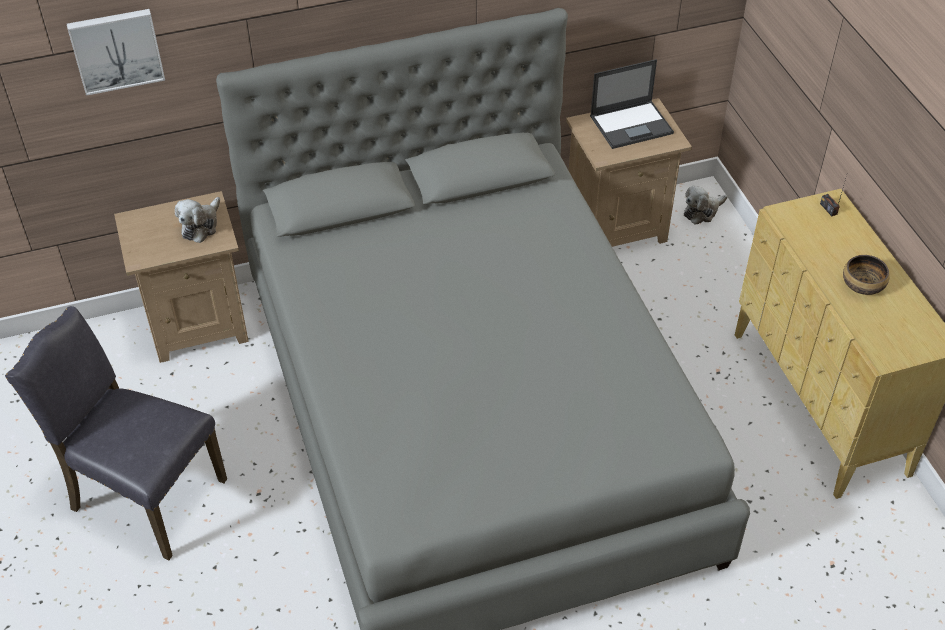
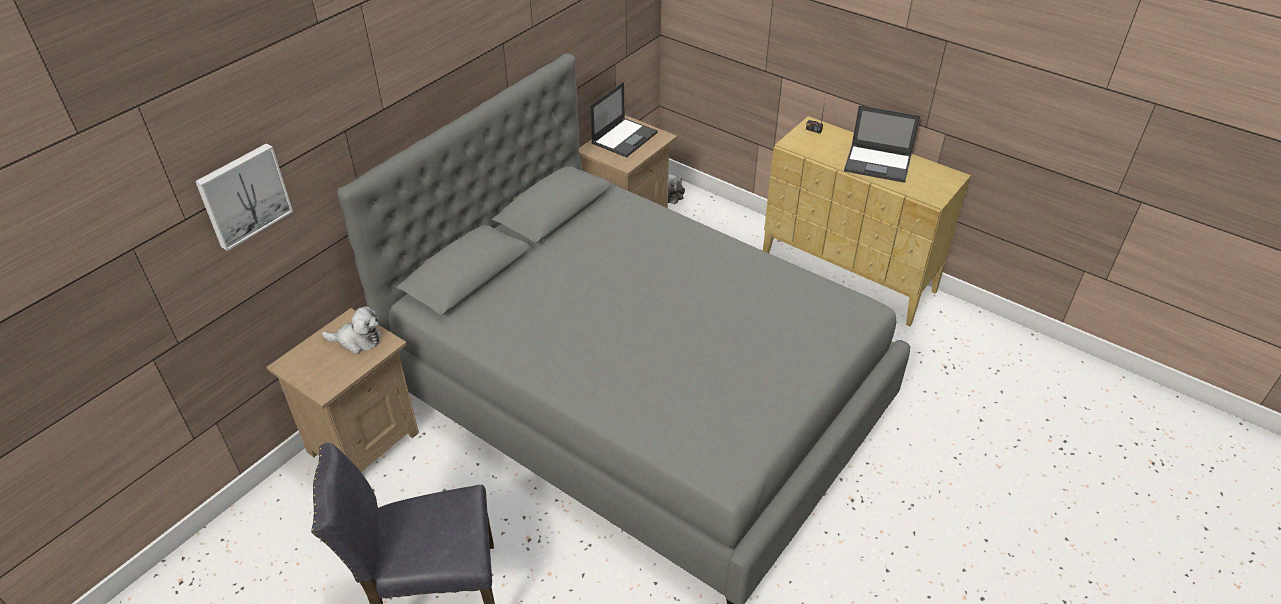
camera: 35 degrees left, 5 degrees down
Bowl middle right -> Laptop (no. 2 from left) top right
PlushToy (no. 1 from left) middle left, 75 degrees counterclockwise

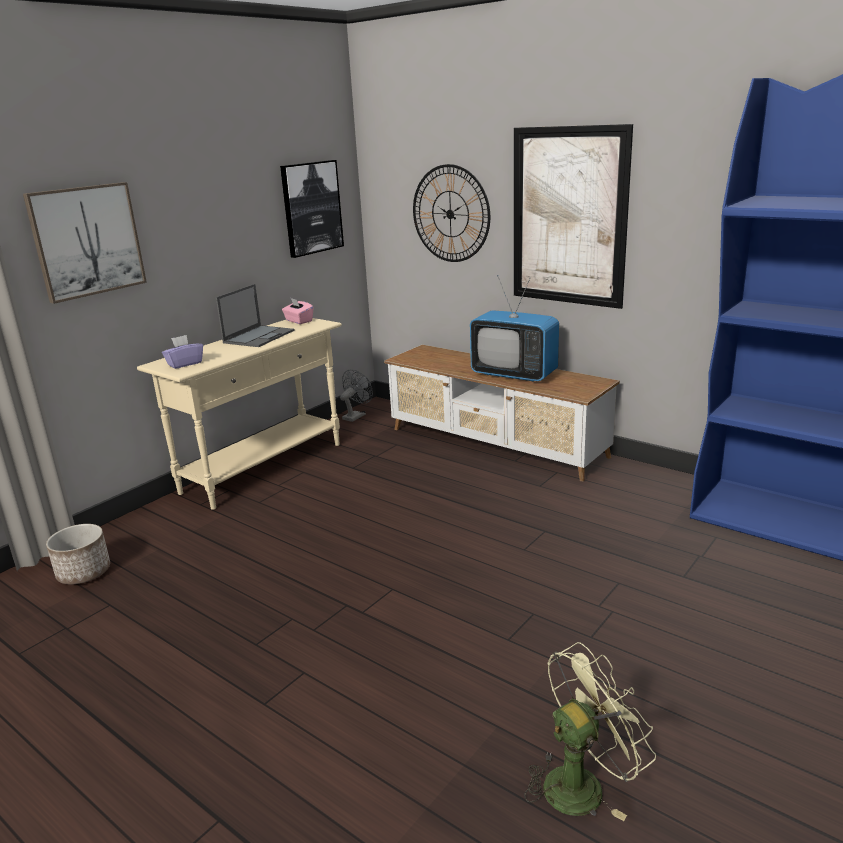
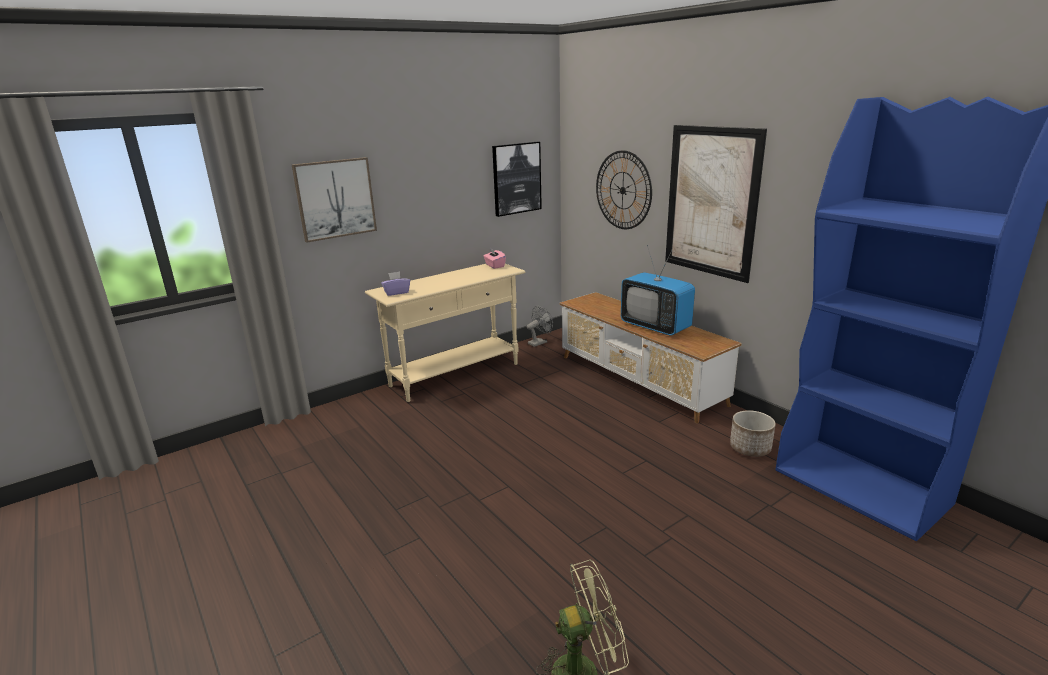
camera: 15 degrees right, 0 degrees up
Laptop middle left -> none
Planter middle left -> Planter middle right, relocated

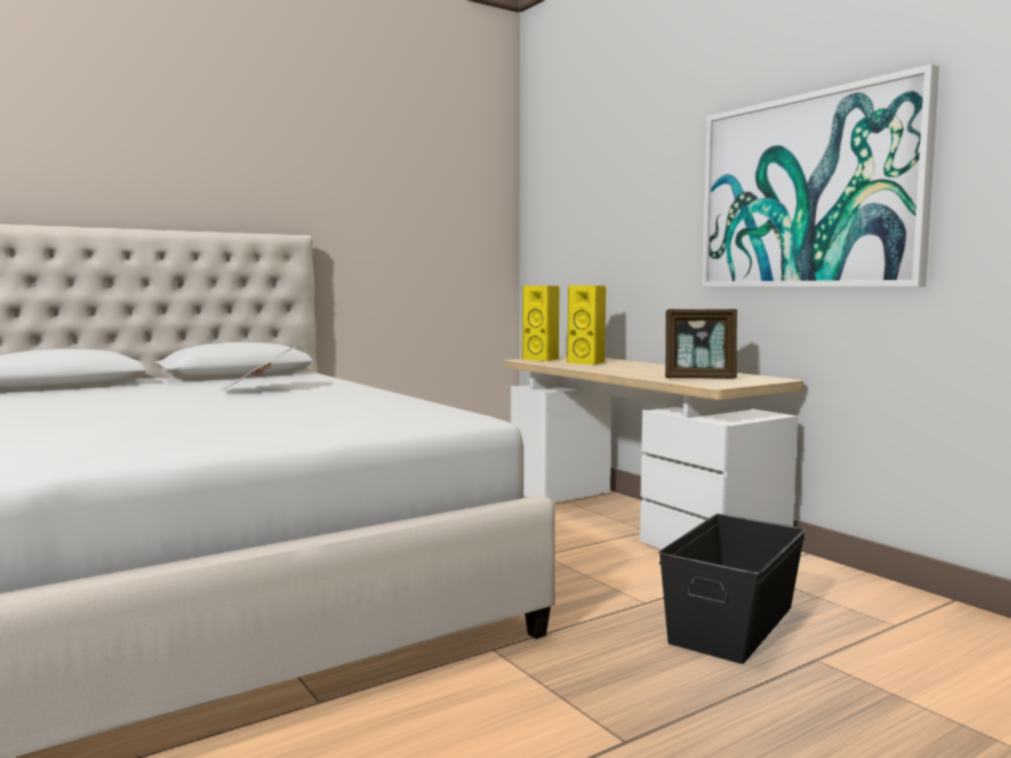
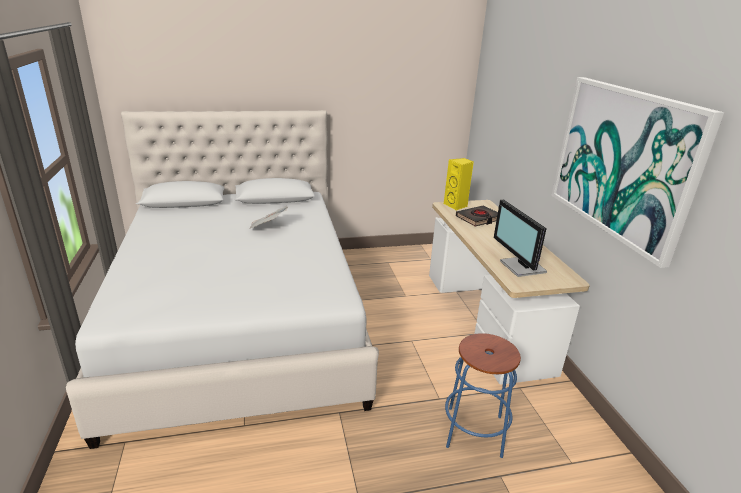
camera: 20 degrees right, 20 degrees up
YellowSpeaker (no. 2 from left) centre -> BlackBook centre
BlackStorageBox bottom right -> BlueStool bottom centre
PictureFrame middle right -> Monitor middle right

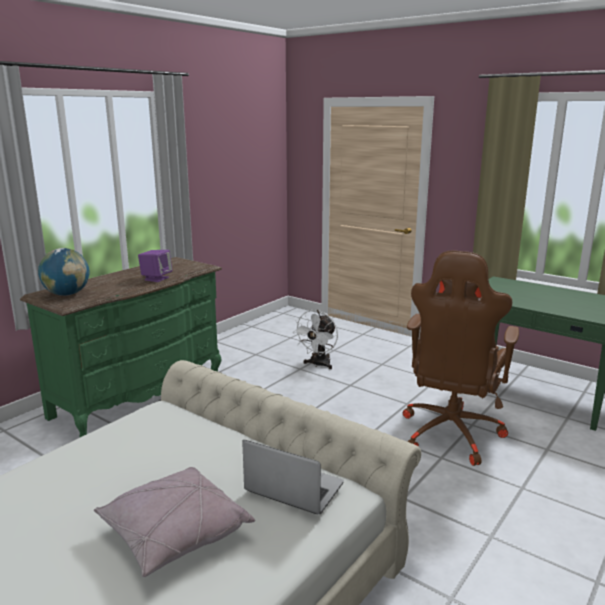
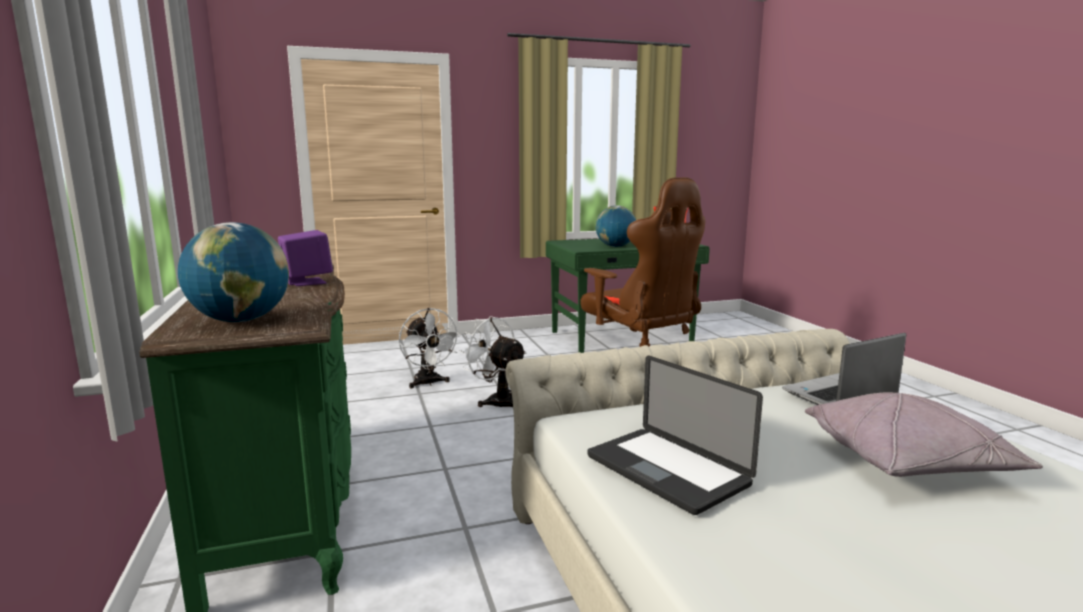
camera: 55 degrees left, 5 degrees down
none -> WhiteFan (no. 2 from left) centre
none -> Laptop (no. 1 from left) bottom centre
none -> Globe (no. 2 from left) centre

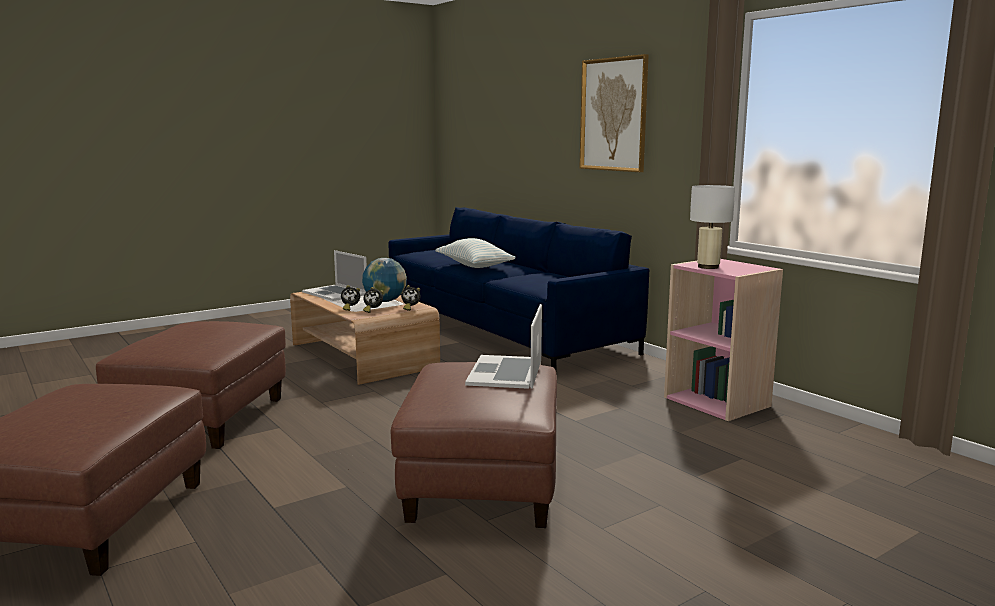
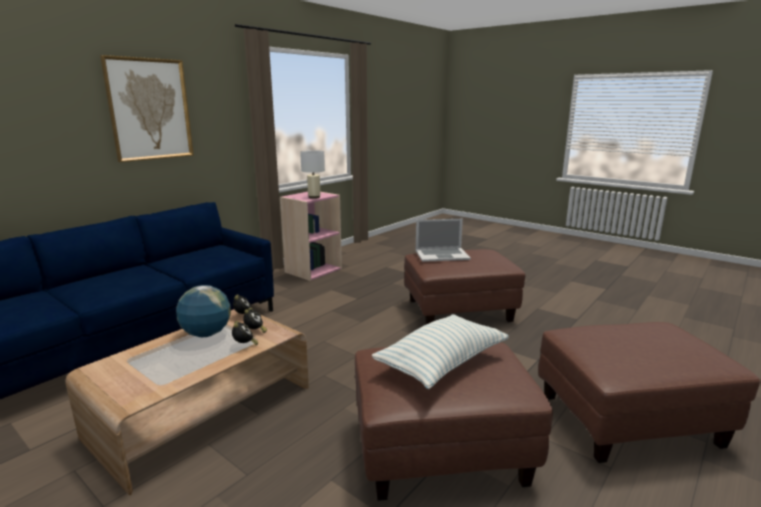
camera: 105 degrees left, 5 degrees up
Laptop (no. 1 from left) centre -> none
Pillow centre -> Pillow bottom centre, relocated

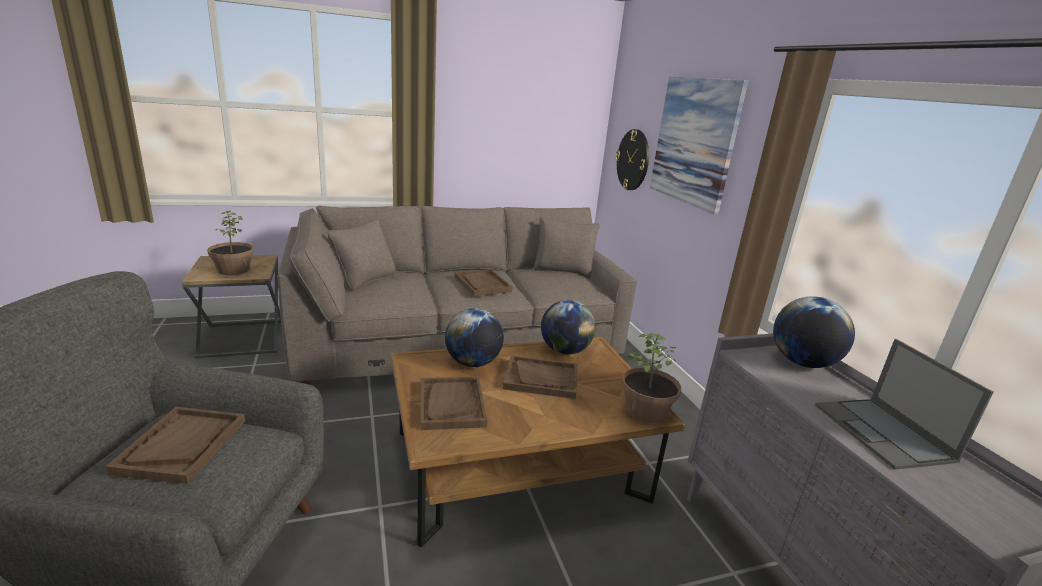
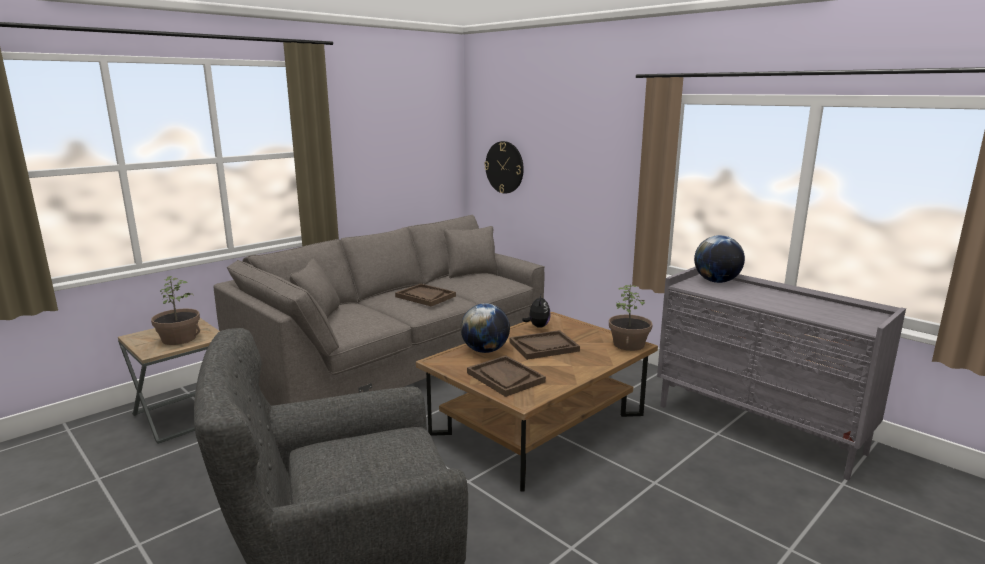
camera: 25 degrees left, 5 degrees down
BrownTray (no. 1 from left) bottom left -> none
Picture top right -> none
Laptop bottom right -> none
Globe (no. 2 from left) centre -> PlushToy centre

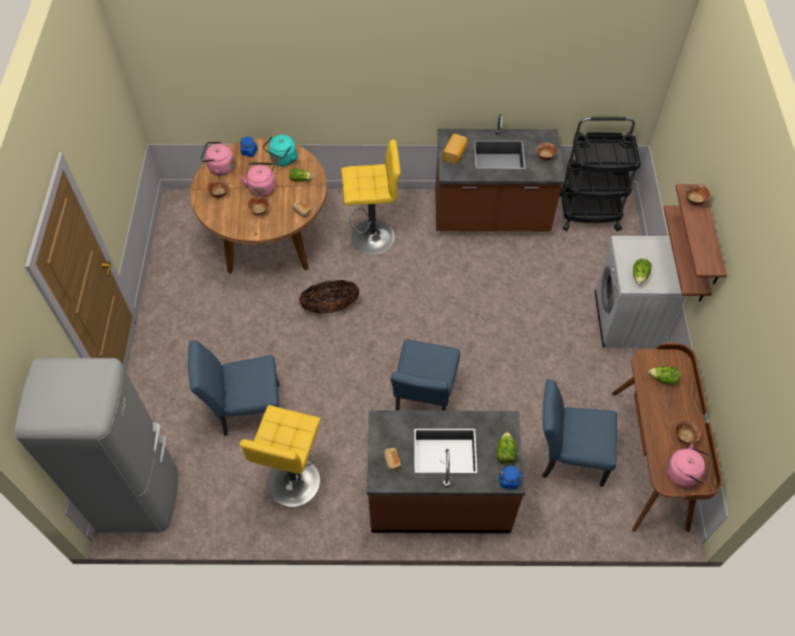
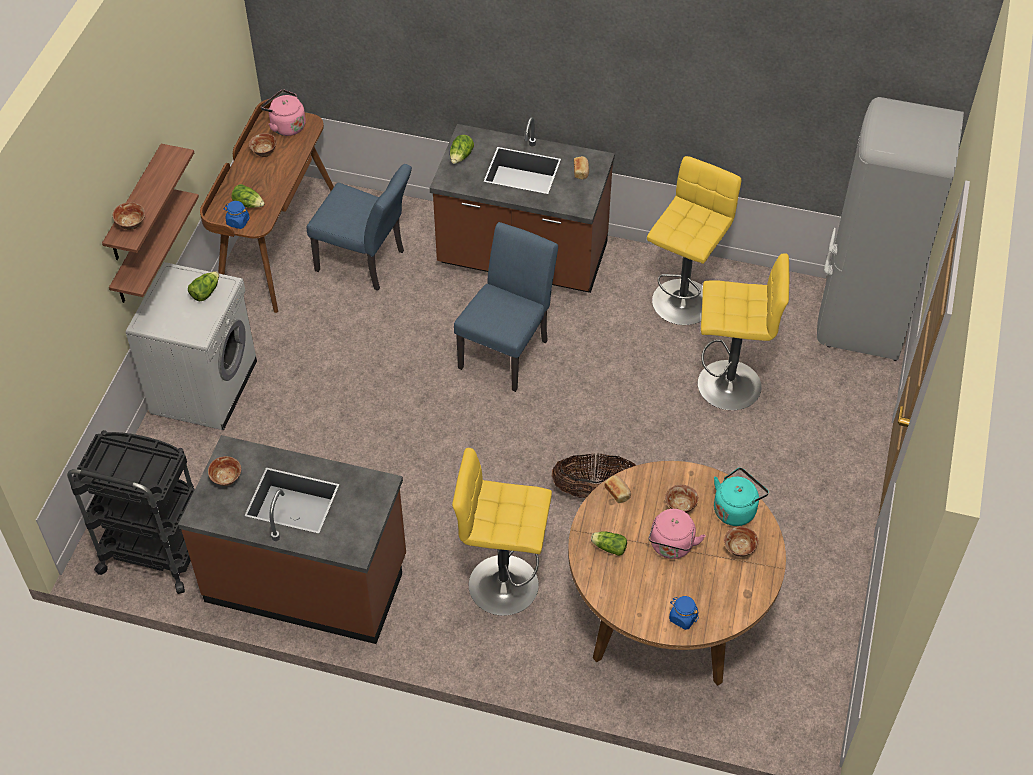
camera: 165 degrees left, 5 degrees down
PinkKettle (no. 1 from left) top left -> none
Bread (no. 3 from left) top centre -> none
TurquoiseKettle top centre -> TurquoiseKettle middle right, relocated
BlueJar (no. 2 from left in the first image) bottom centre -> BlueJar (no. 1 from left) top left, relocated
BlueChair (no. 1 from left) middle left -> YellowStool (no. 3 from left) middle right

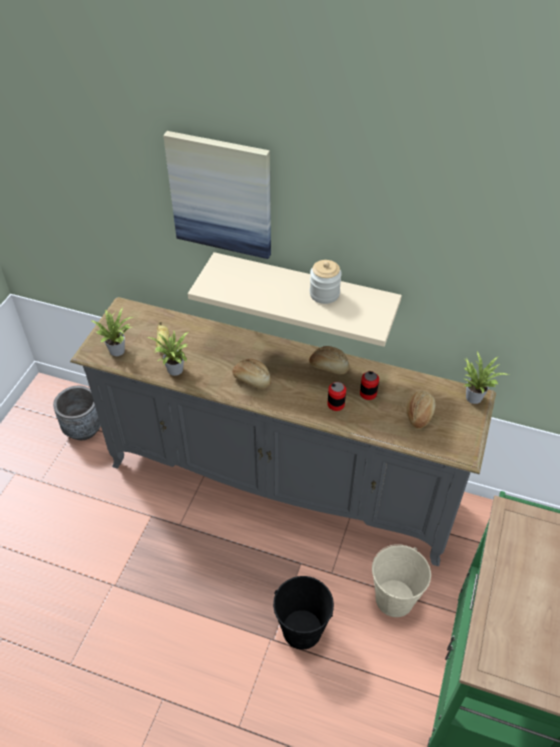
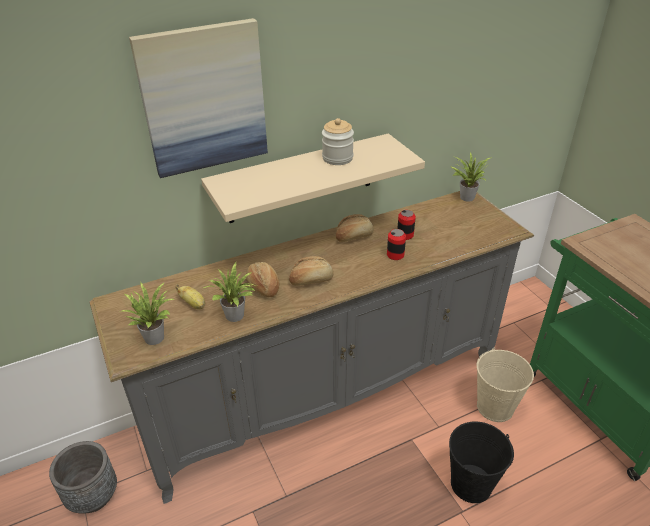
camera: 45 degrees left, 10 degrees down
Bread (no. 3 from left in the first image) middle right -> Bread (no. 1 from left) centre, relocated

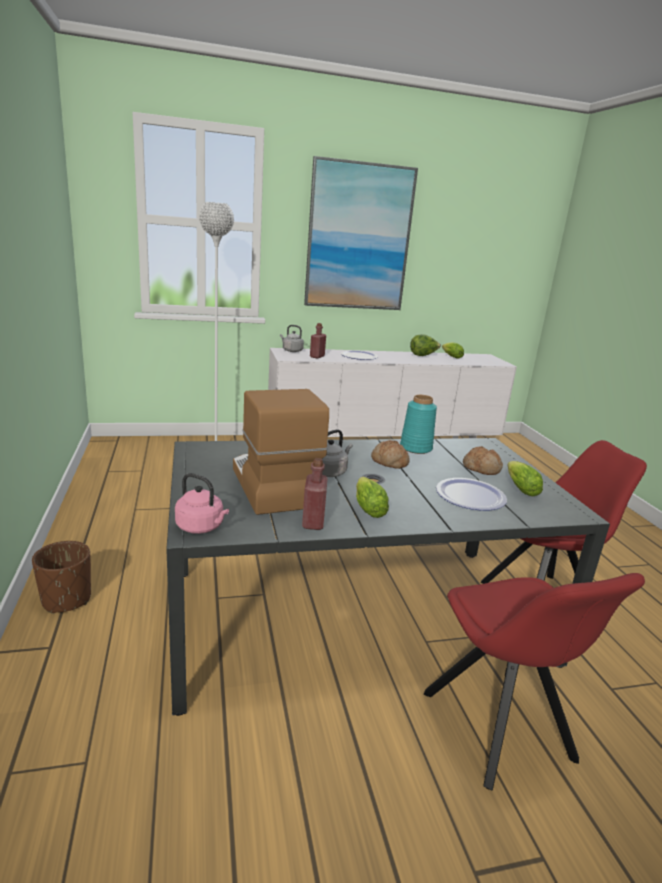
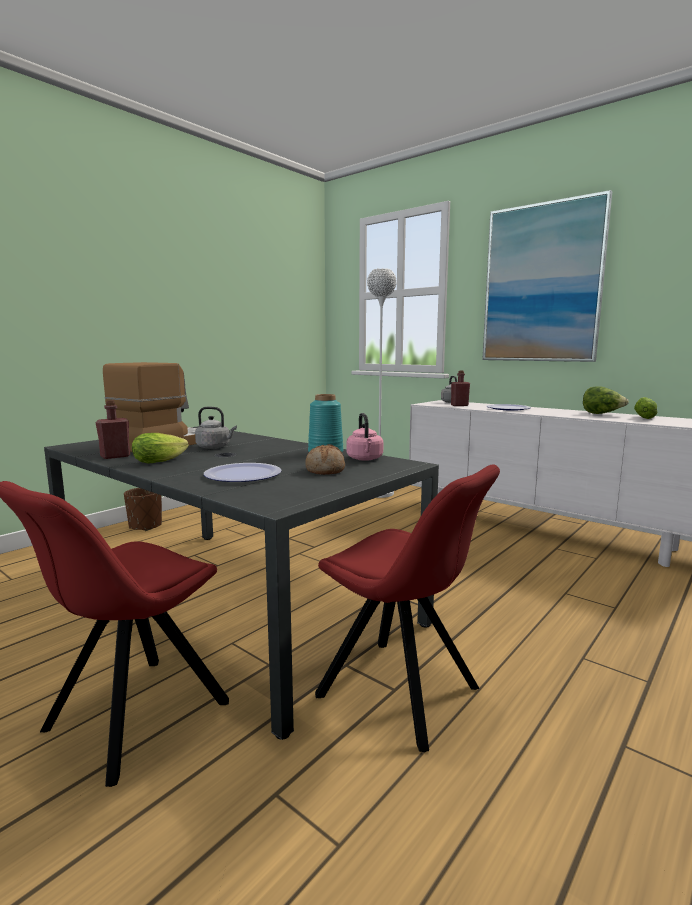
camera: 55 degrees right, 10 degrees down
Bread (no. 1 from left) centre -> none
Lettuce (no. 4 from left) middle right -> none
PinkKettle middle left -> PinkKettle centre, relocated

